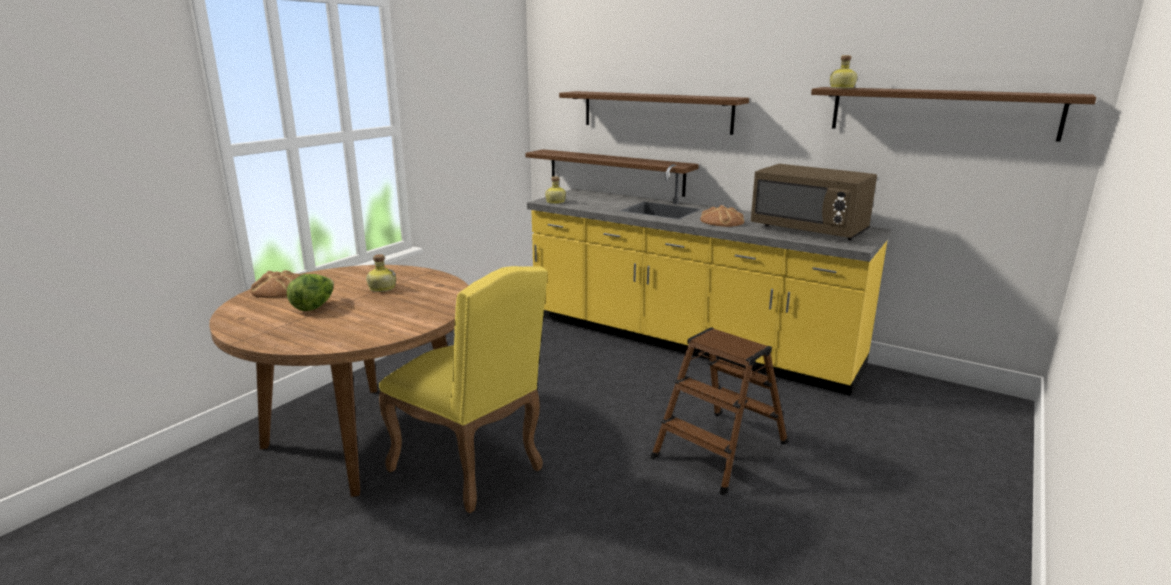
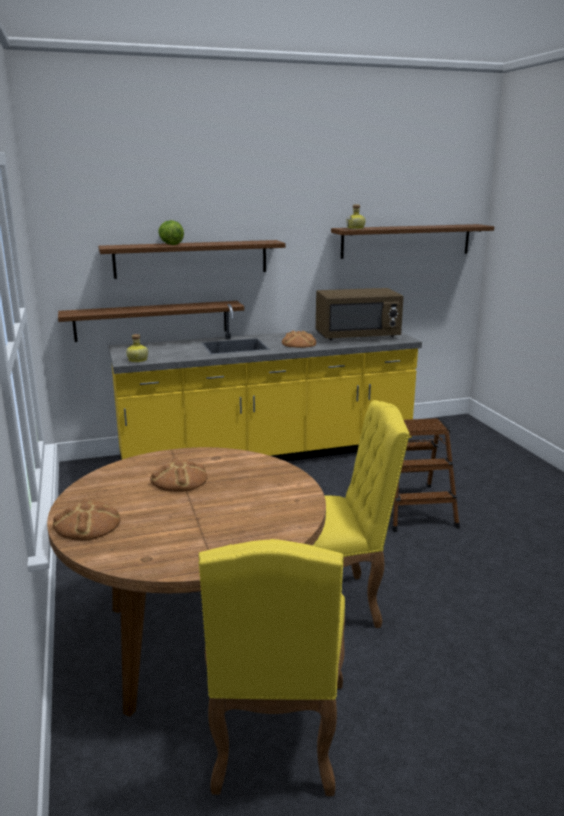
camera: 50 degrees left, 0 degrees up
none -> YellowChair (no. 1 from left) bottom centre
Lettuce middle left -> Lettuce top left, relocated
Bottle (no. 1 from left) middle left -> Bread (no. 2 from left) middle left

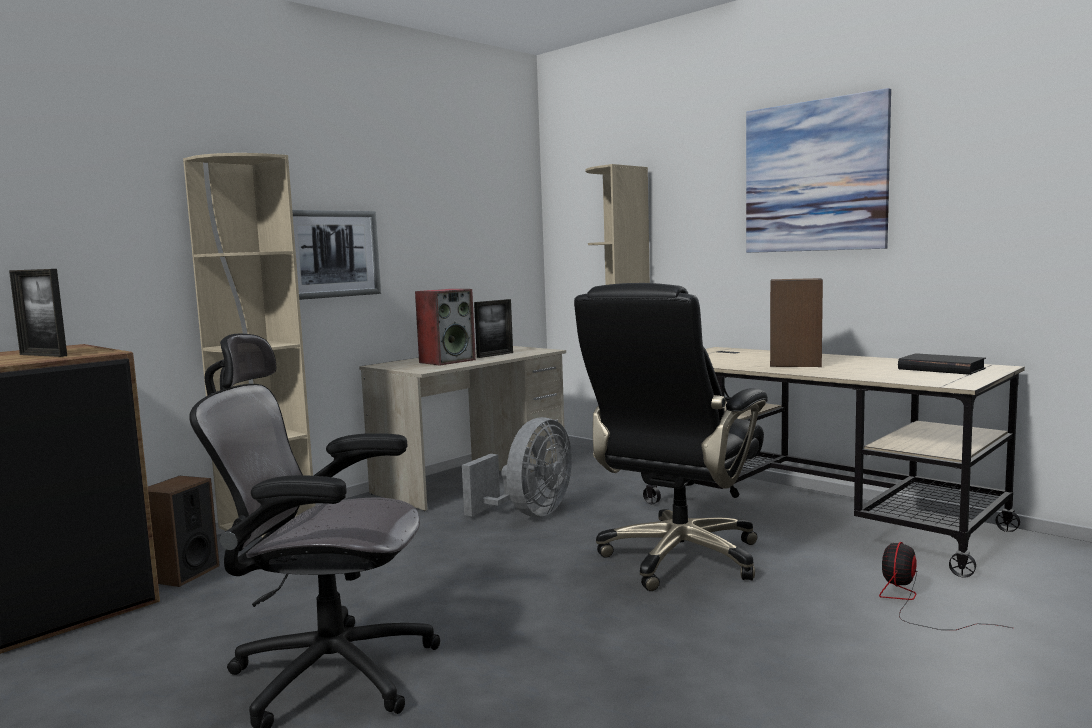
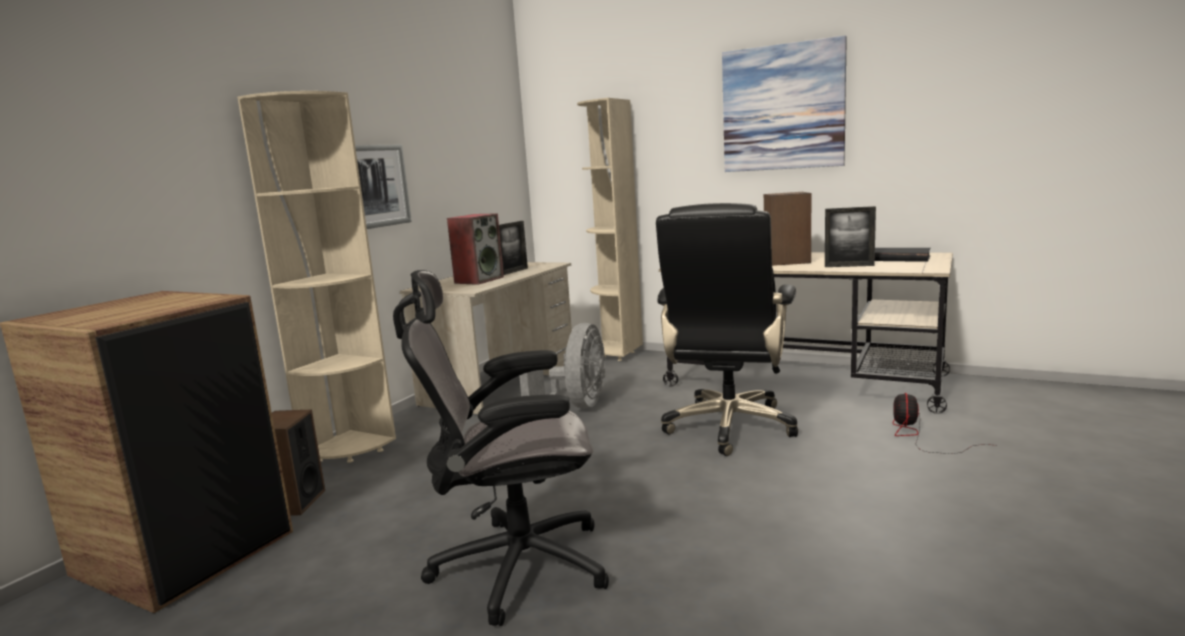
camera: 15 degrees left, 5 degrees up
PictureFrame (no. 1 from left in the first image) middle left -> PictureFrame (no. 2 from left) middle right, relocated

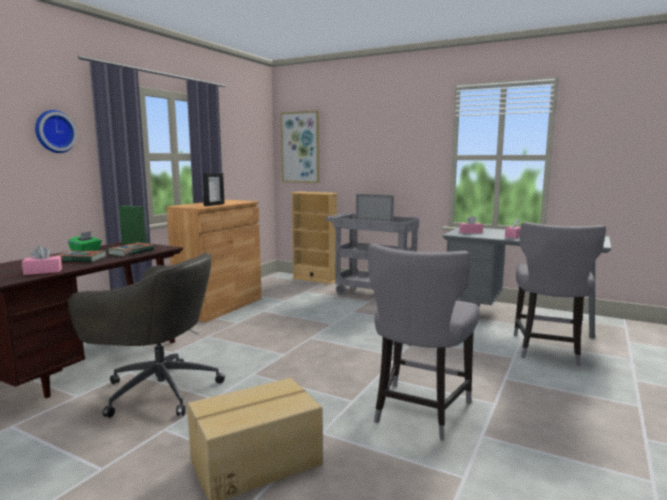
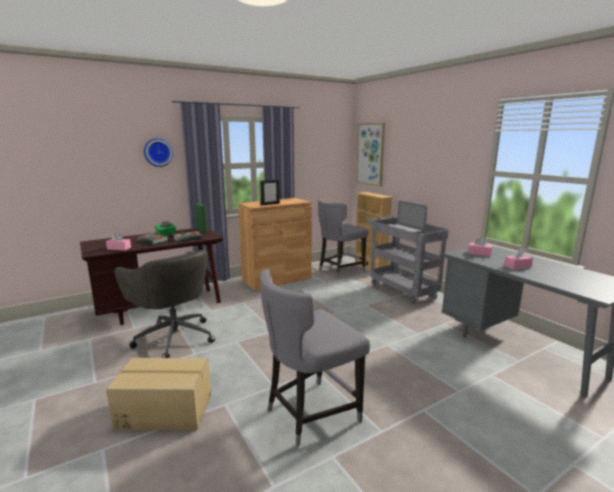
camera: 30 degrees right, 5 degrees up
GreyChair (no. 2 from left) middle right -> GreyChair (no. 2 from left) centre, relocated

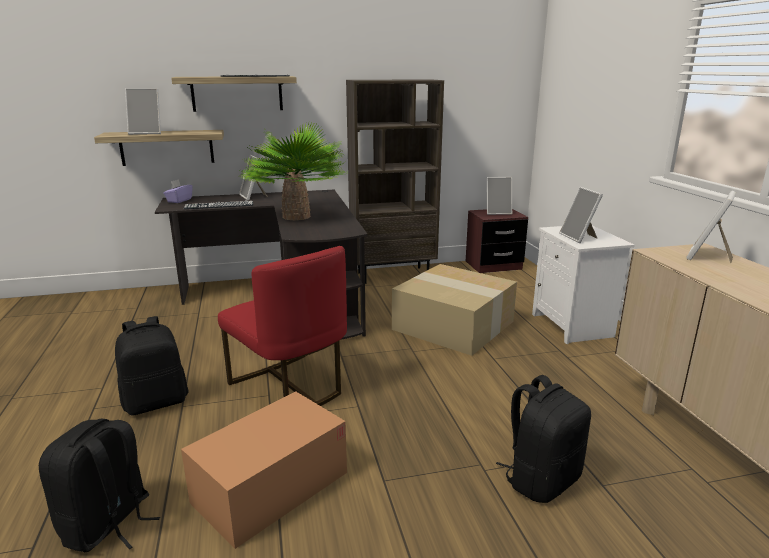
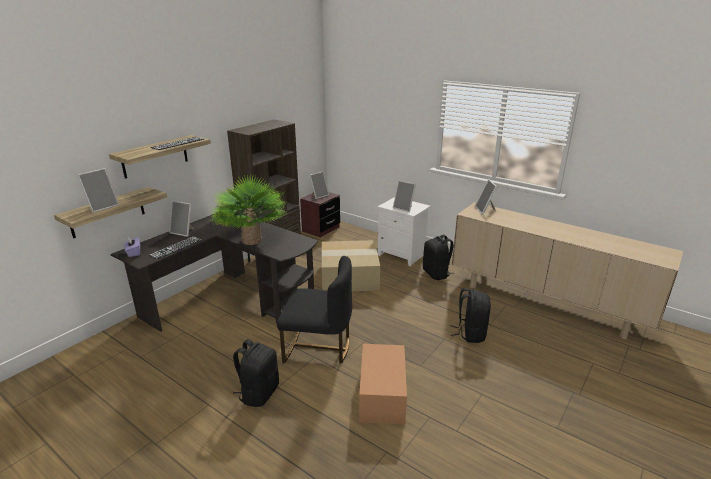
camera: 40 degrees left, 5 degrees up
BlackBackpack (no. 1 from left in the first image) bottom left -> BlackBackpack (no. 2 from left) centre, relocated
RedChair centre -> BlackChair centre

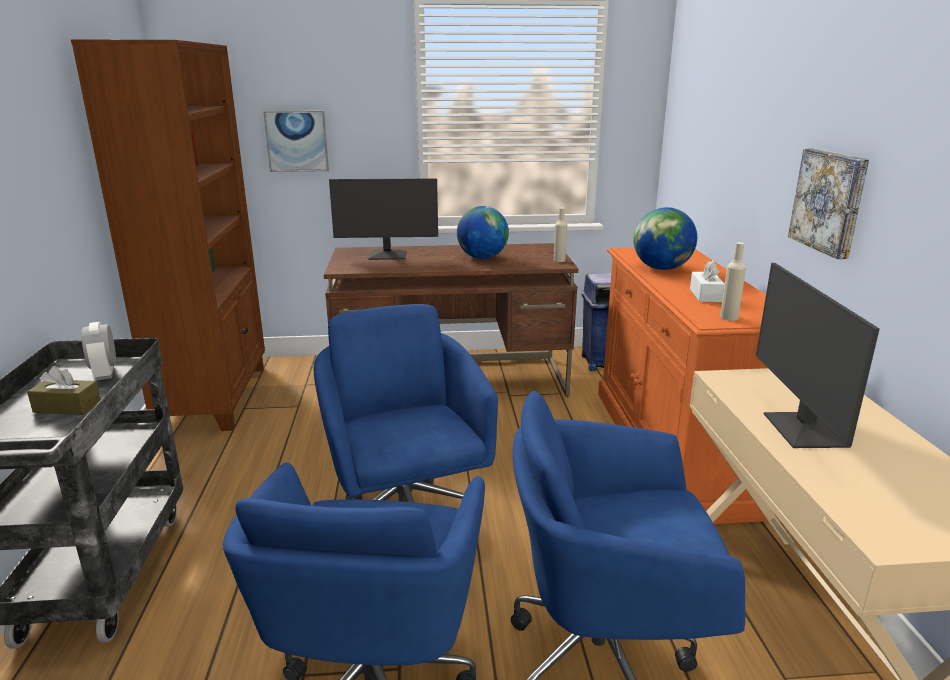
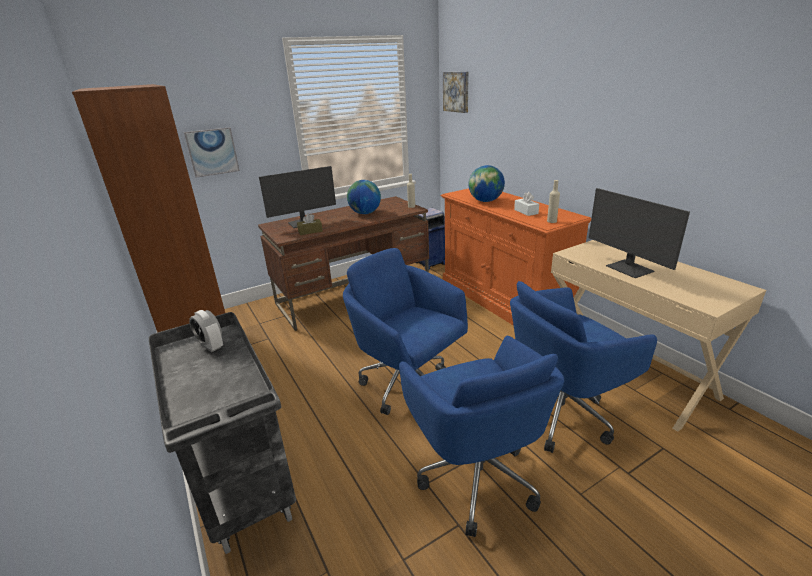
camera: 25 degrees left, 5 degrees up
BrownTissueBox middle left -> BrownTissueBox centre, relocated
Picture (no. 2 from left) top right -> Picture (no. 2 from left) top centre, relocated

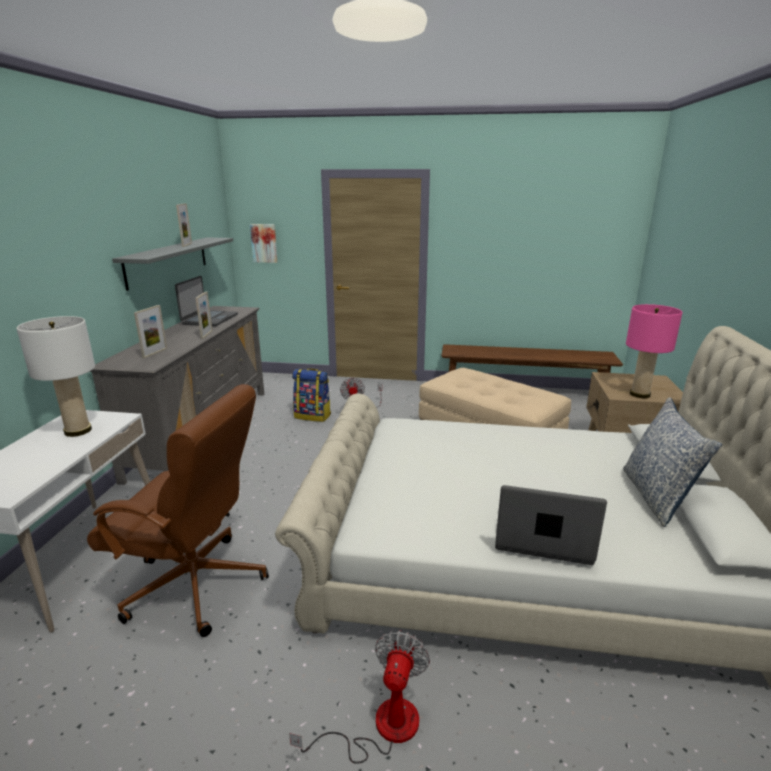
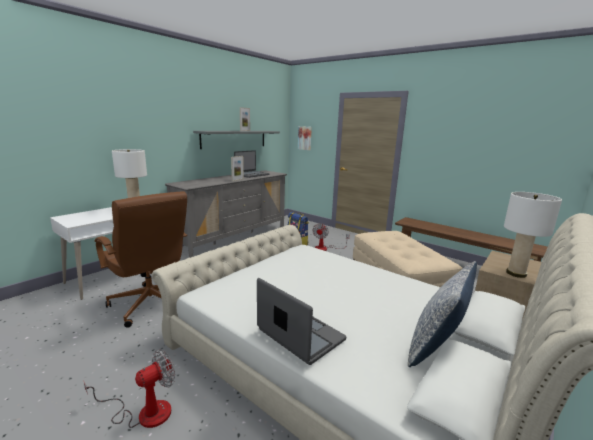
camera: 30 degrees right, 5 degrees down
PictureFrame (no. 1 from left) middle left -> none
PinkTableLamp middle right -> WhiteTableLamp (no. 2 from left) middle right

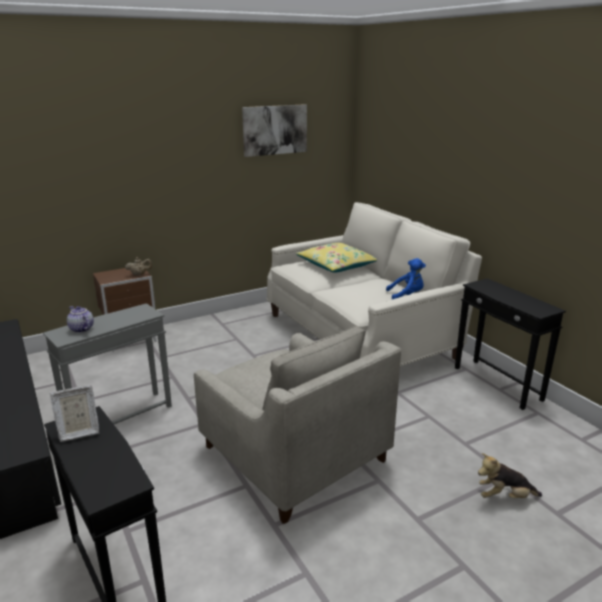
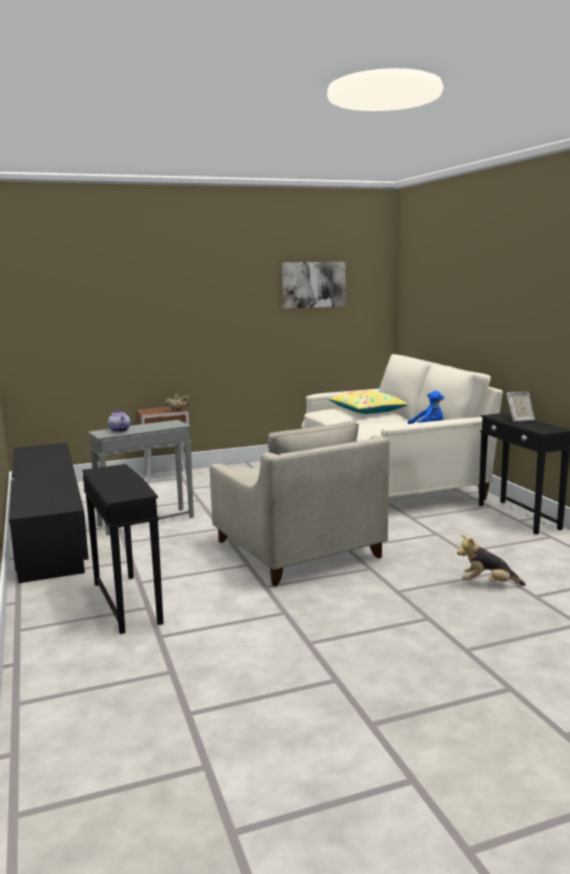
camera: 10 degrees right, 10 degrees down
PictureFrame bottom left -> PictureFrame middle right, relocated

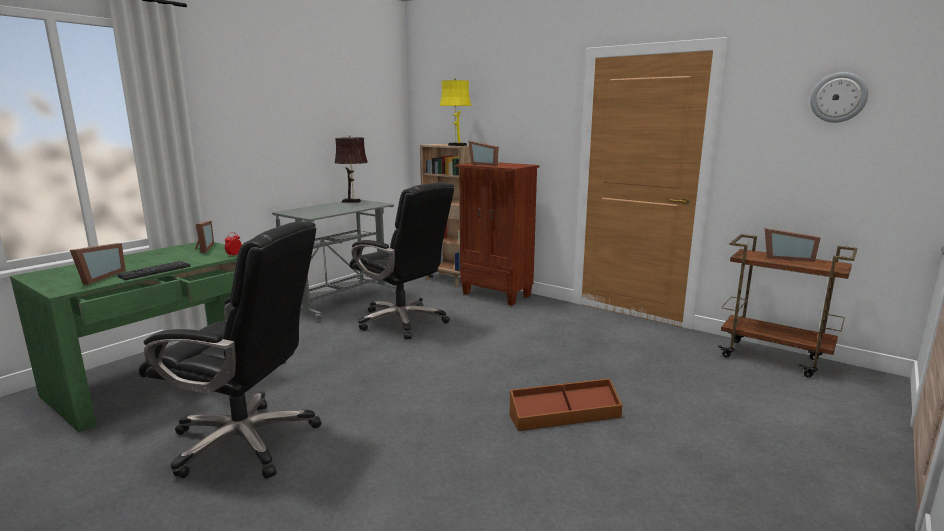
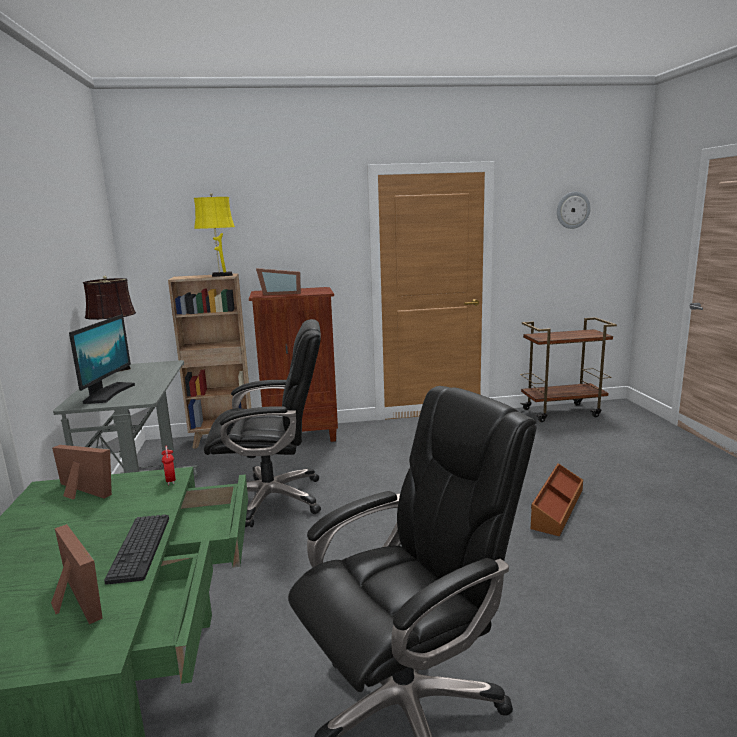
camera: 45 degrees left, 0 degrees up
PictureFrame (no. 4 from left) middle right -> none
none -> Monitor middle left

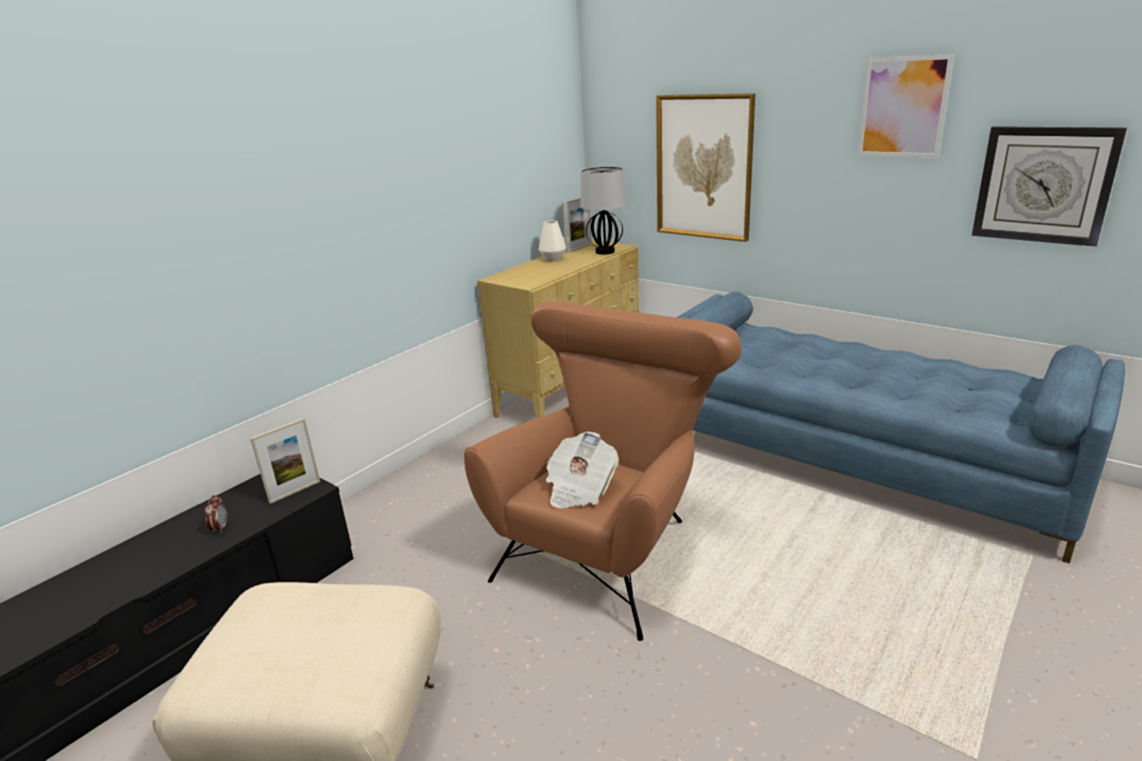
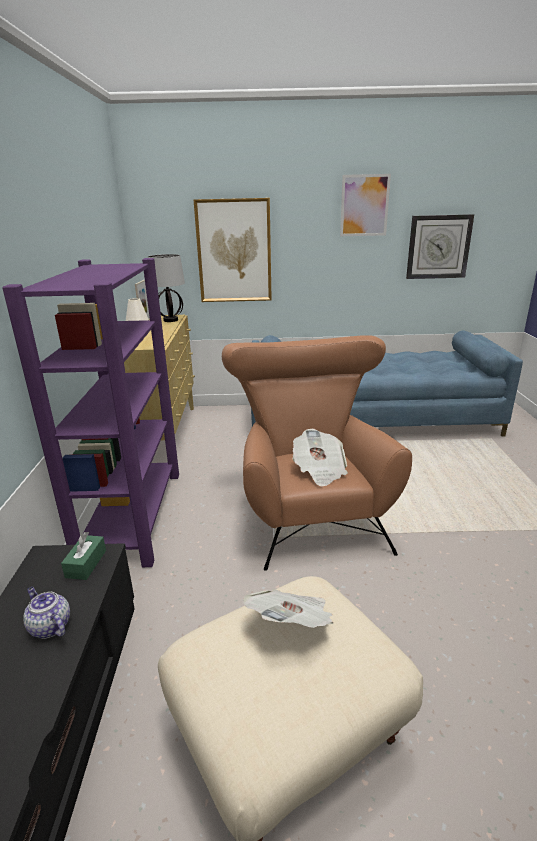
camera: 40 degrees left, 0 degrees up
none -> PurpleBookcase middle left
none -> Newspaper (no. 1 from left) bottom centre
AlarmClock bottom left -> Teapot bottom left
PictureFrame (no. 1 from left) middle left -> GreenTissueBox middle left

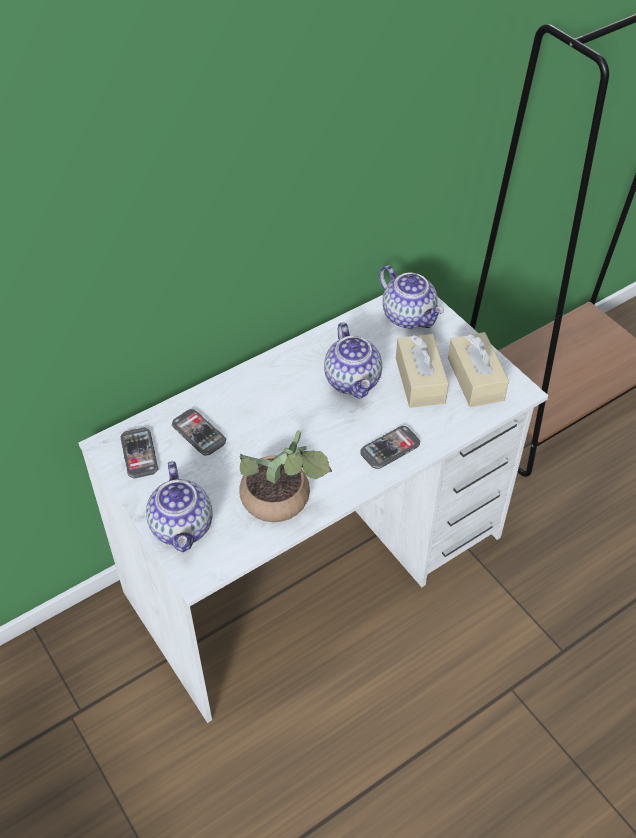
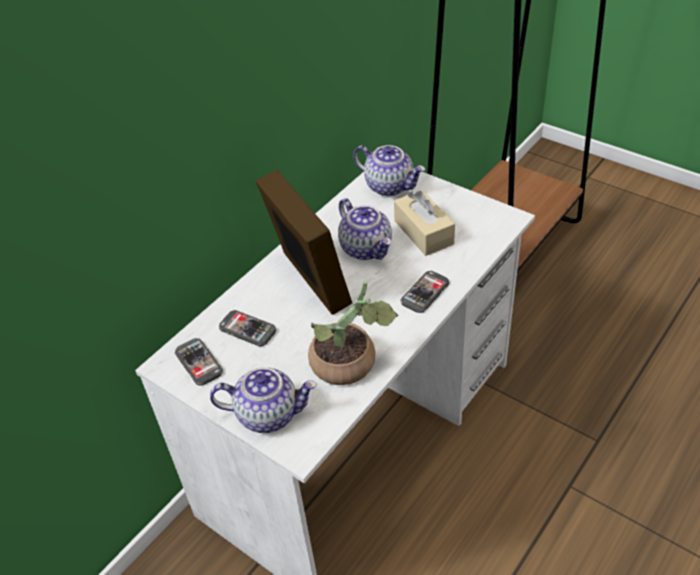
camera: 15 degrees left, 5 degrees down
BeigeTissueBox (no. 2 from left) middle right -> none
none -> PictureFrame centre
Teapot (no. 1 from left) middle left -> Teapot (no. 1 from left) bottom centre, 60 degrees counterclockwise

